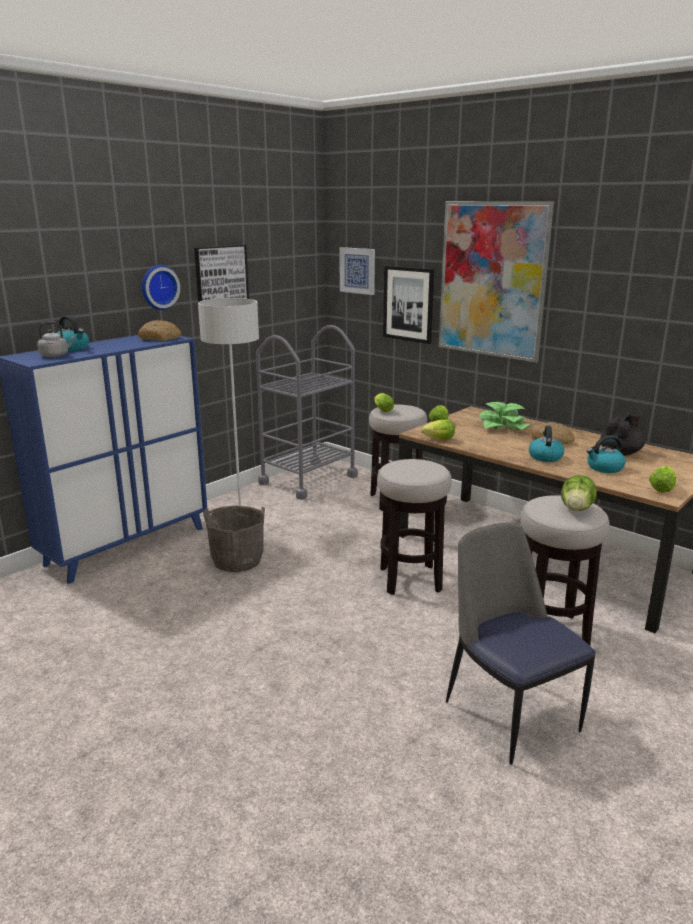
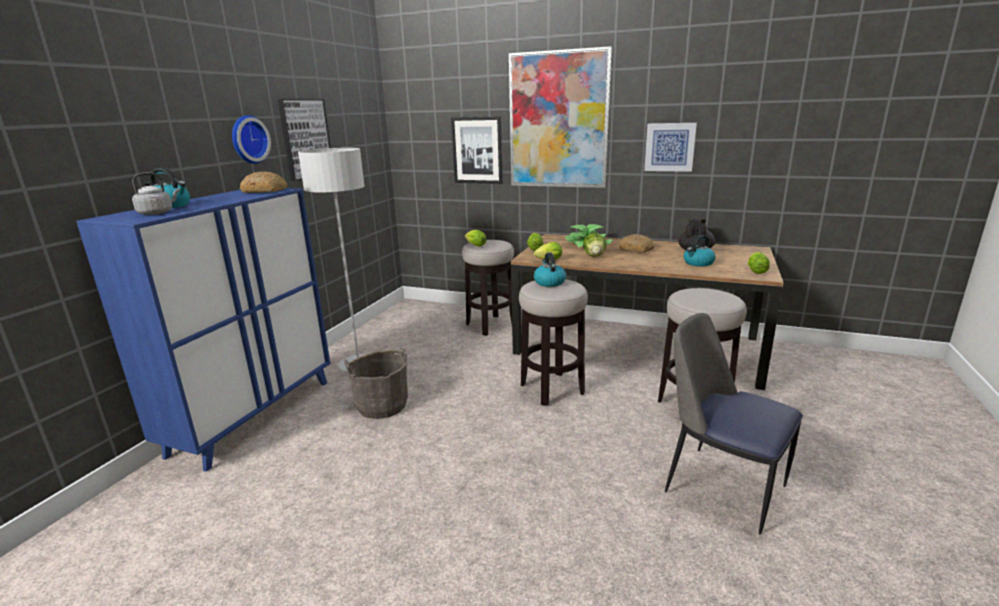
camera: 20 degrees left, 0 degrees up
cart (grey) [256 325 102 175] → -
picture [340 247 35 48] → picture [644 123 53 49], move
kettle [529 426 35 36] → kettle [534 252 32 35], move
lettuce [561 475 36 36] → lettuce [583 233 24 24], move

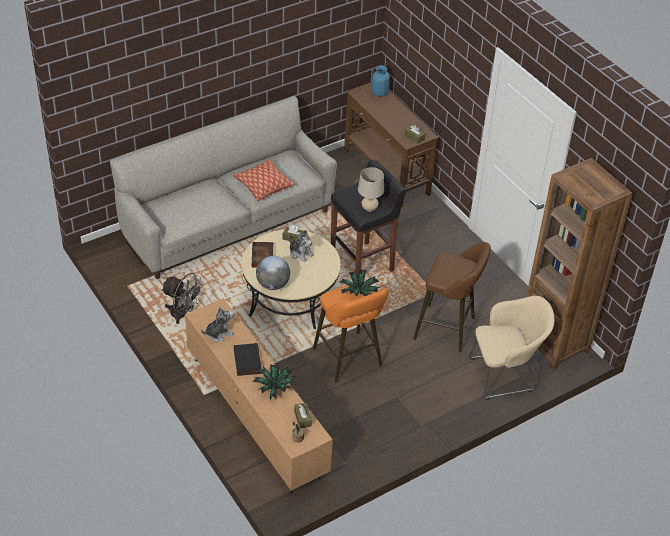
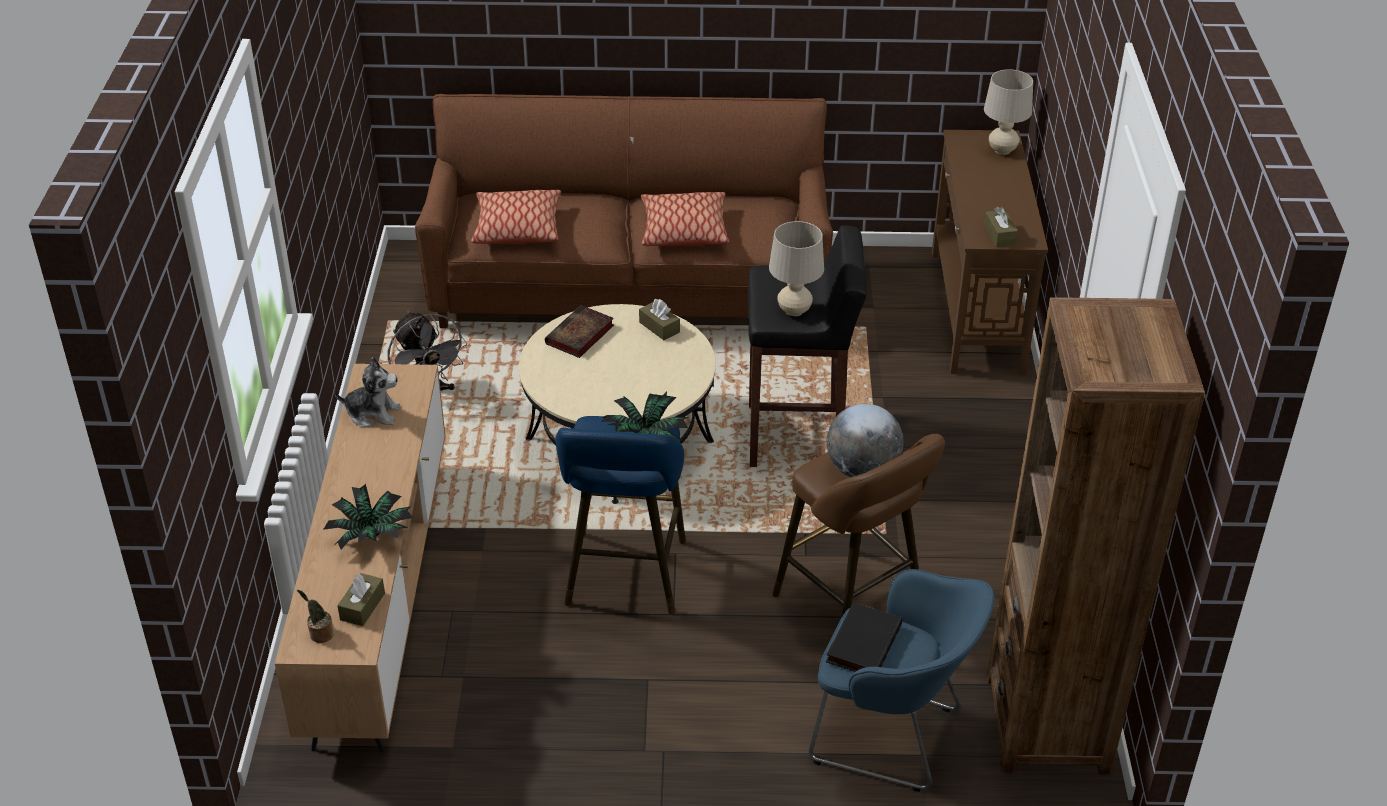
camera: 35 degrees right, 5 degrees down
sofa (grey) [110 96 227 183] → sofa (brown) [415 94 418 234]
book (black) [234 343 28 33] → book (black) [826 602 76 70], move
globe [256 256 34 34] → globe [827 404 77 73], move
plush toy [288 230 26 32] → -
stool (orange) [313 285 75 98] → stool (blue) [555 416 131 198]
vase (blue) [372 65 18 32] → table lamp (beige) [984 69 49 86]
armchair (beige) [469 296 86 104] → armchair (blue) [809 569 185 223]
- → pillow [471 190 90 54]

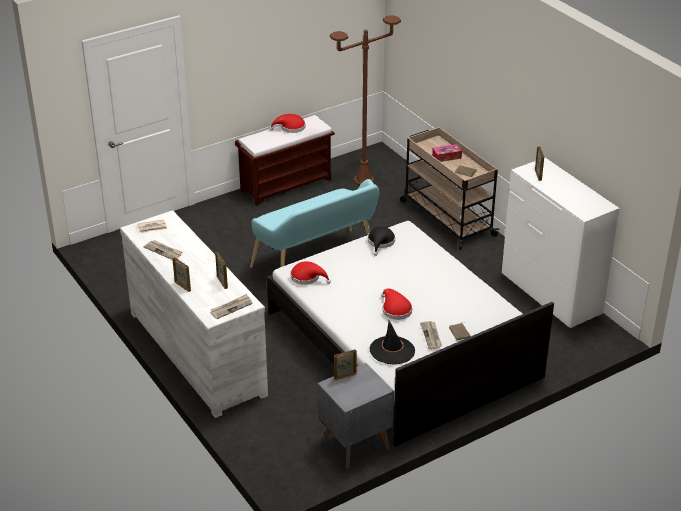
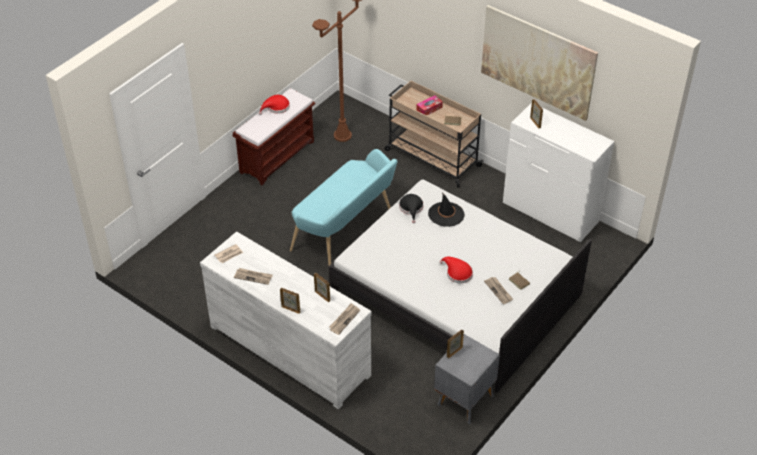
camera: 20 degrees left, 10 degrees up
hat (red) [291 261 40 24] → -
hat (black) [370 320 45 44] → hat (black) [428 192 37 35], move
- → picture [481 5 117 116]

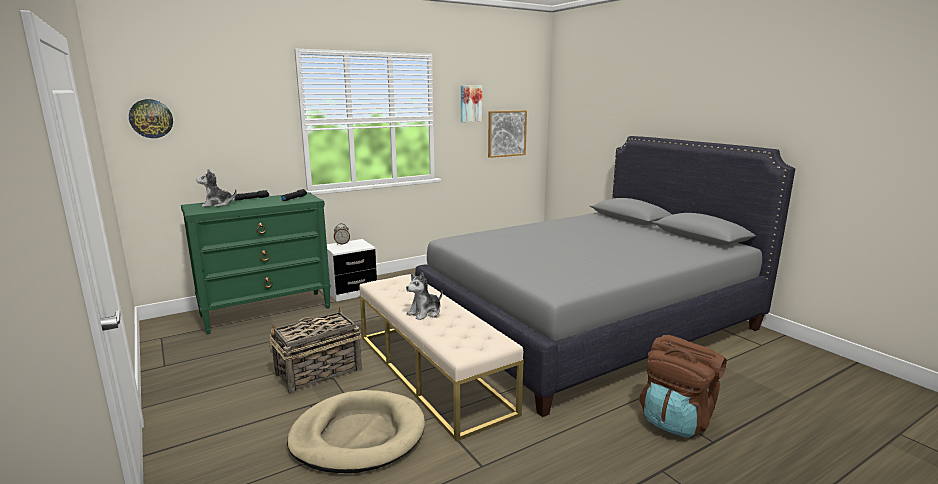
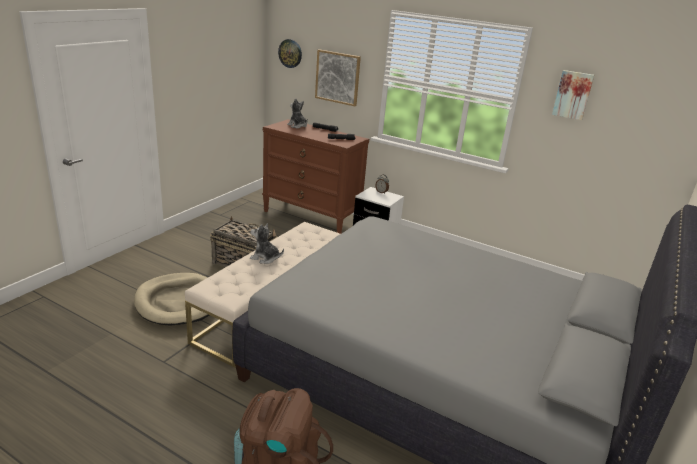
camera: 60 degrees right, 10 degrees up
dresser (green) [181 192 150 143] → dresser (brown) [262 119 107 115]
picture [488 110 39 48] → picture [315 49 46 57], move

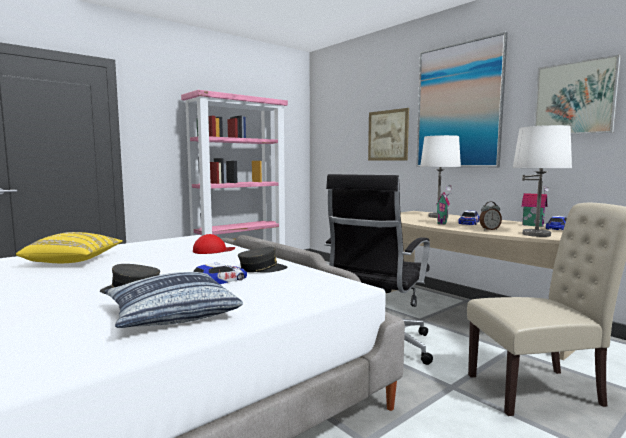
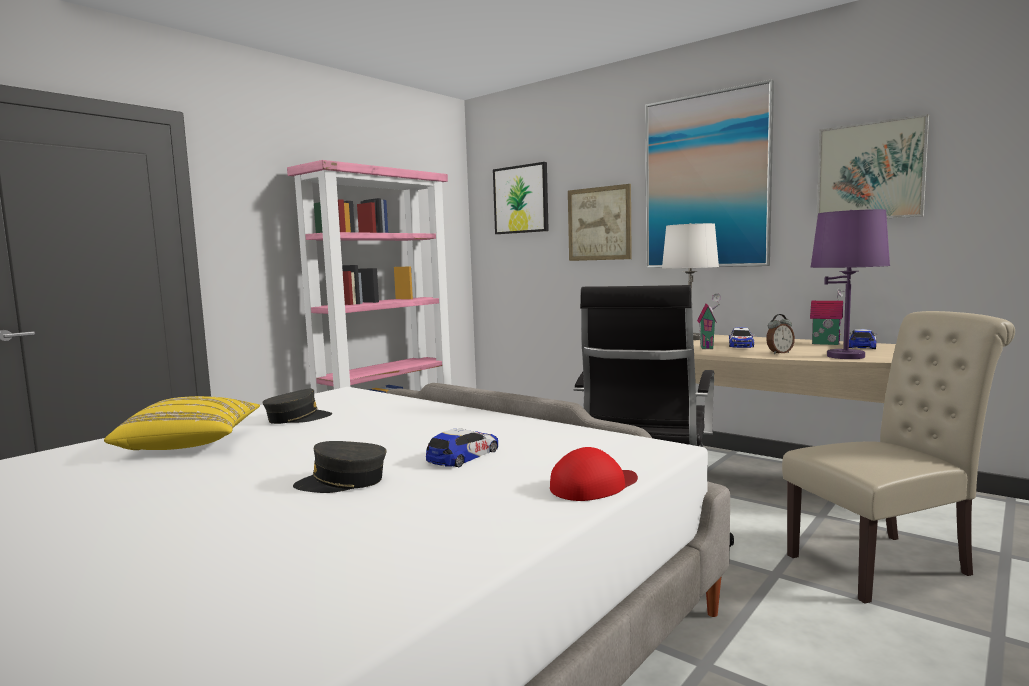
camera: 10 degrees left, 0 degrees up
pillow [105 272 138 56] → -
cap (red) [193 234 42 20] → cap (red) [550 447 88 54], move
cap (grey) [238 247 50 26] → cap (grey) [263 389 69 35], move
table lamp (white) [513 125 59 112] → table lamp (purple) [811 209 79 150]
- → picture [493 162 56 72]

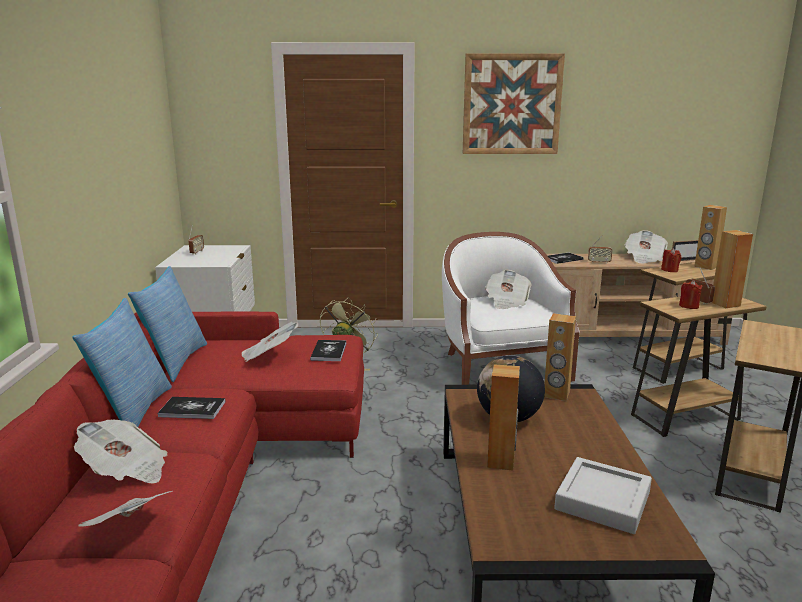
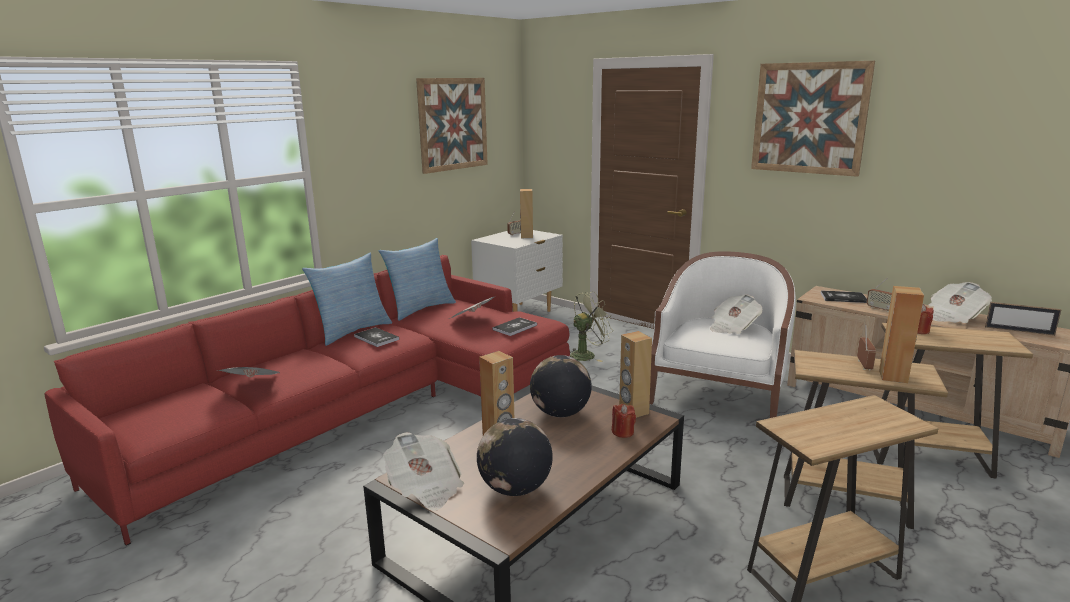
camera: 40 degrees right, 0 degrees up
newspaper [74 420 94 63] → newspaper [383 432 81 79], move
tray (grey) [554 457 98 77] → globe [477 418 76 78]
candle (red) [679 280 24 29] → candle (red) [612 404 24 34], move
speaker (brown) [694 205 33 65] → speaker (brown) [520 189 13 49], move
- → picture [416 78 72 96]

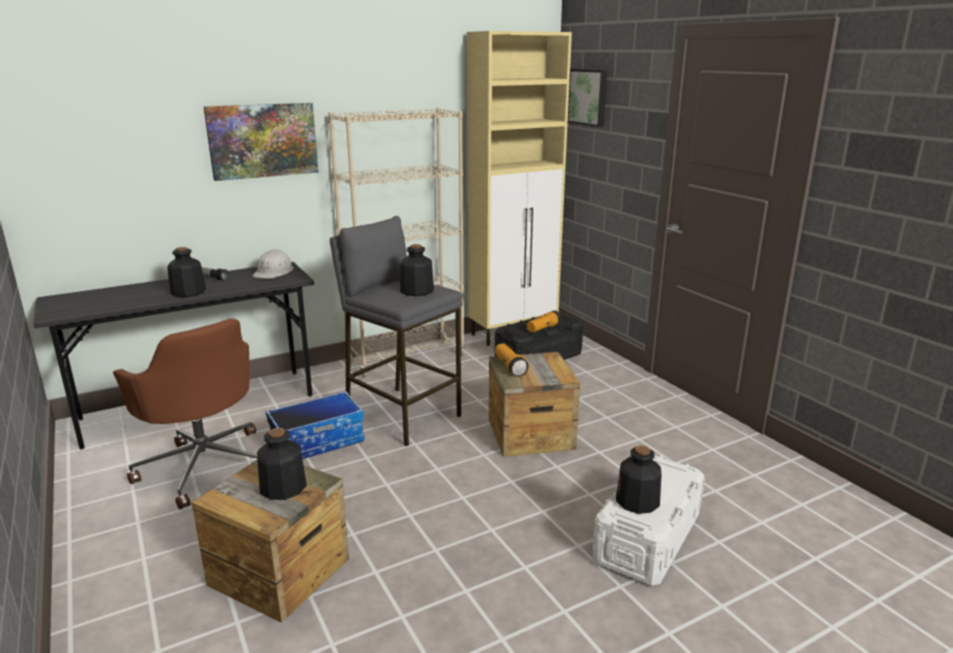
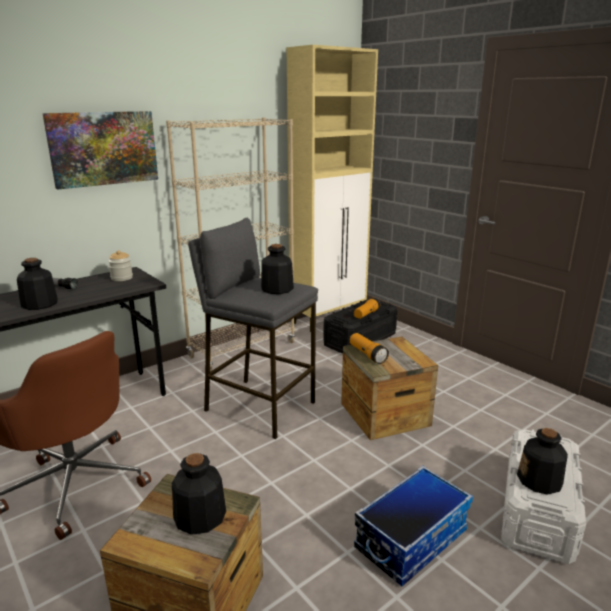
camera: 10 degrees left, 0 degrees up
hard hat (white) [253 249 41 30] → jar [108 250 25 31]
storage box [266 391 99 68] → storage box [354 466 119 120], move
picture [568 69 39 58] → -

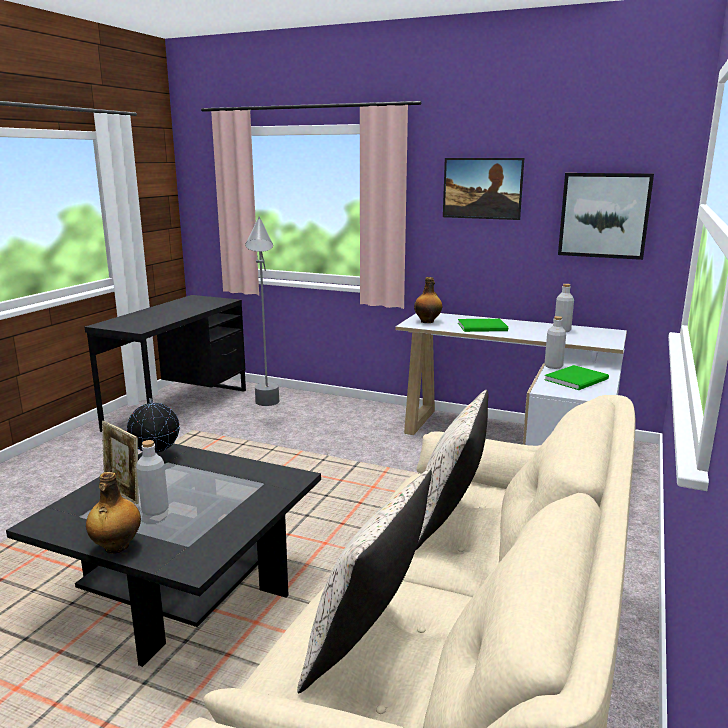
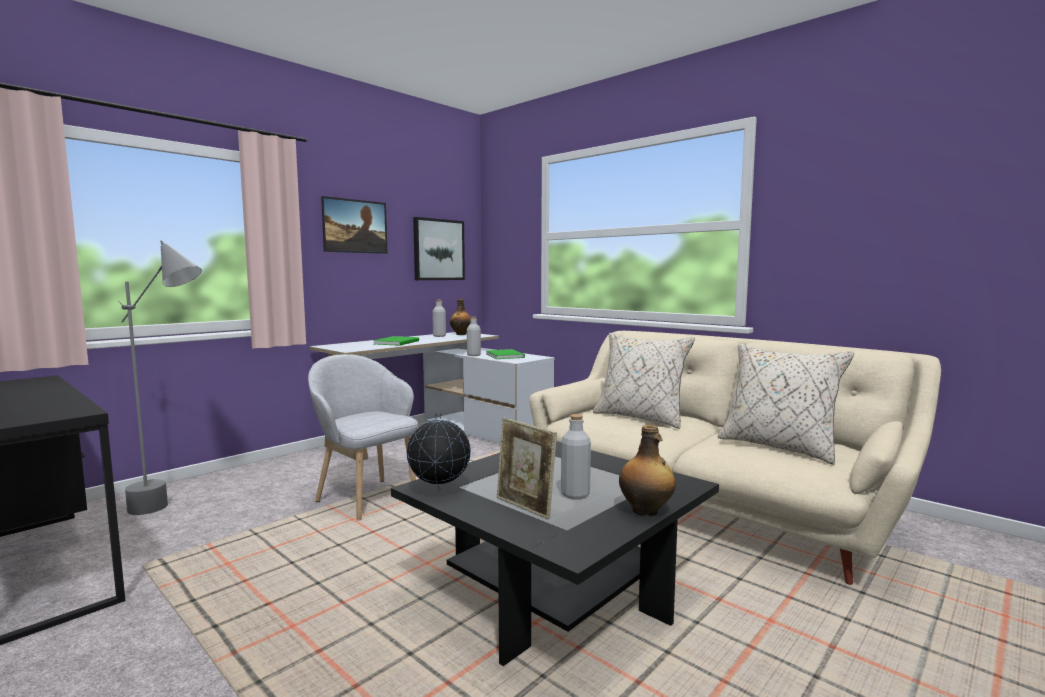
camera: 70 degrees left, 10 degrees down
picture frame [102 421 37 83] → picture frame [497 417 60 102], 75 degrees clockwise
bottle [414 277 28 46] → bottle [450 299 21 36], move
- → armchair (grey) [308 354 110 167]

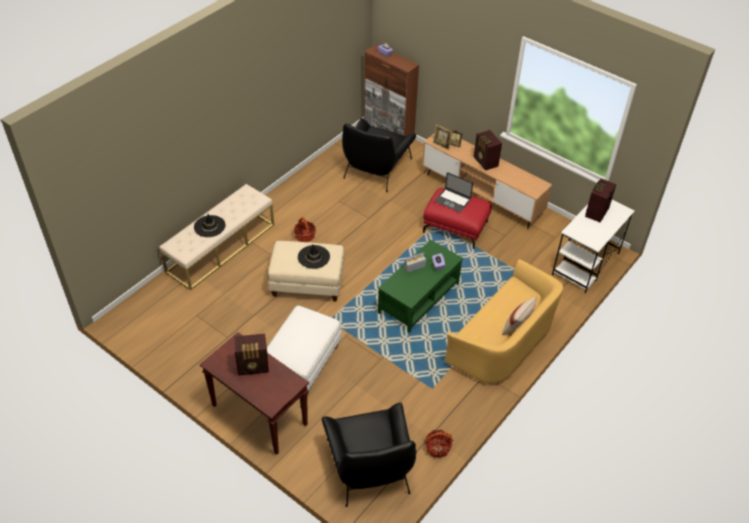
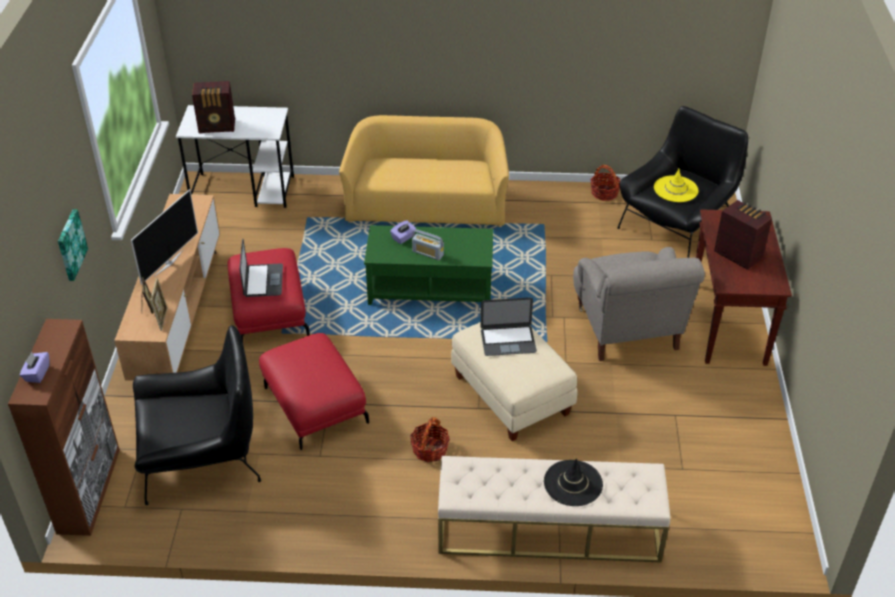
camera: 125 degrees left, 5 degrees down
ottoman (white) [267 306 75 89] → armchair (grey) [573 247 132 114]
hat (black) [298 244 32 25] → laptop [481 297 56 59]
radio [474 130 28 41] → television [131 189 67 96]
pillow (beige) [502 297 35 38] → -
- → picture [58 209 30 72]
- → ottoman (red) [259 333 110 117]
- → hat (yellow) [654 169 45 33]

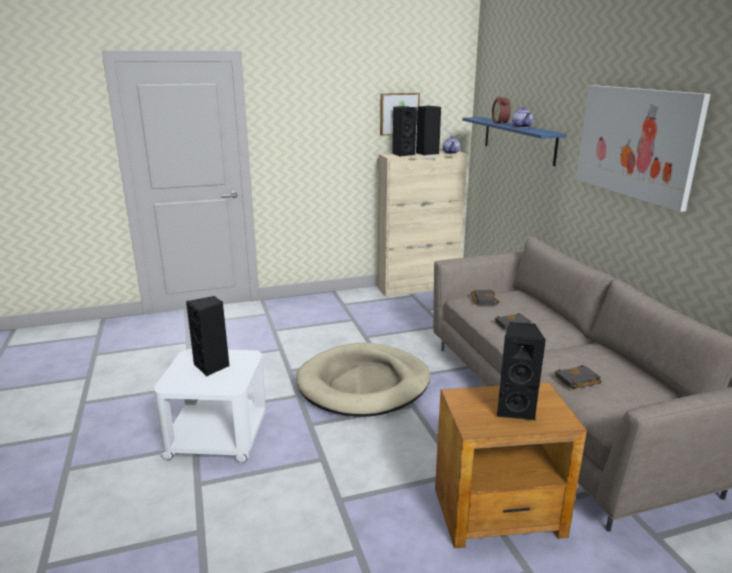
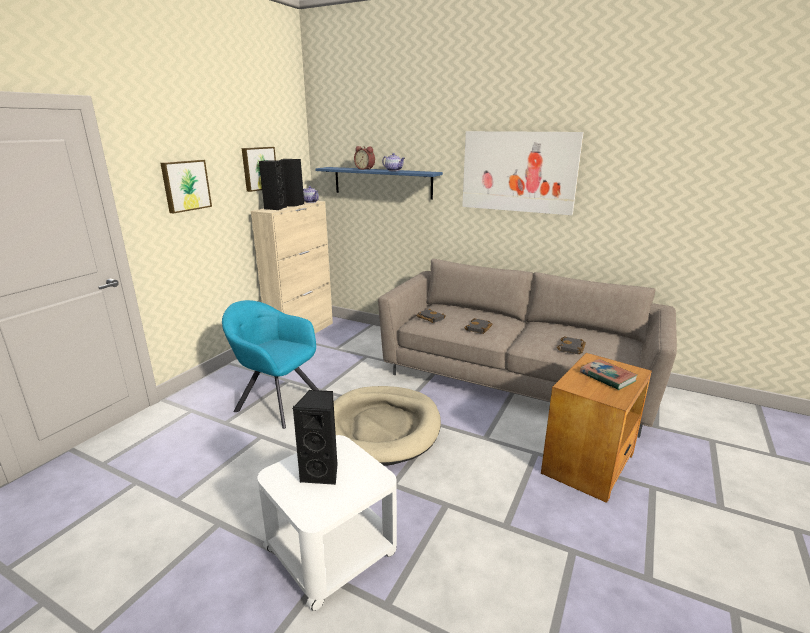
camera: 45 degrees left, 0 degrees up
speaker (black) [497 322 49 98] → book [580 359 57 31]
- → picture [160 160 52 54]
- → armchair (turquoise) [222 300 98 129]

